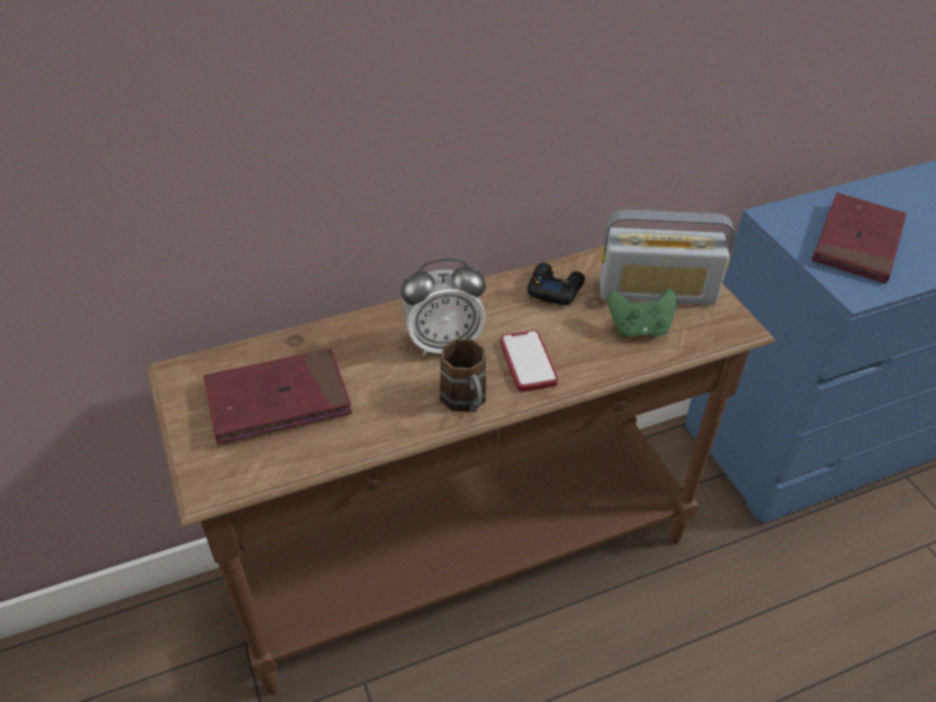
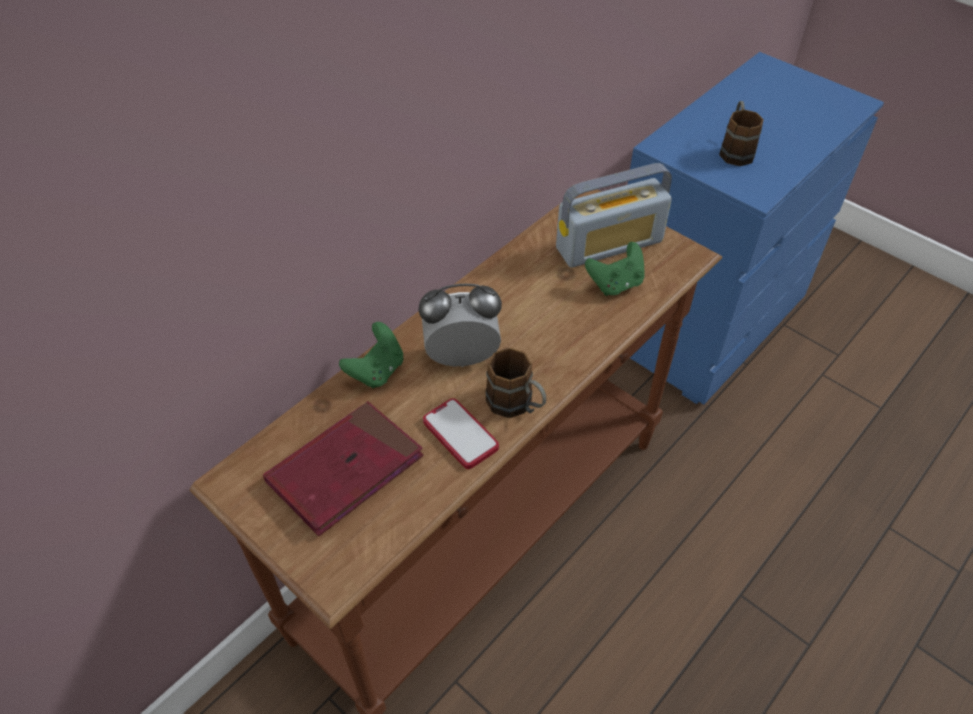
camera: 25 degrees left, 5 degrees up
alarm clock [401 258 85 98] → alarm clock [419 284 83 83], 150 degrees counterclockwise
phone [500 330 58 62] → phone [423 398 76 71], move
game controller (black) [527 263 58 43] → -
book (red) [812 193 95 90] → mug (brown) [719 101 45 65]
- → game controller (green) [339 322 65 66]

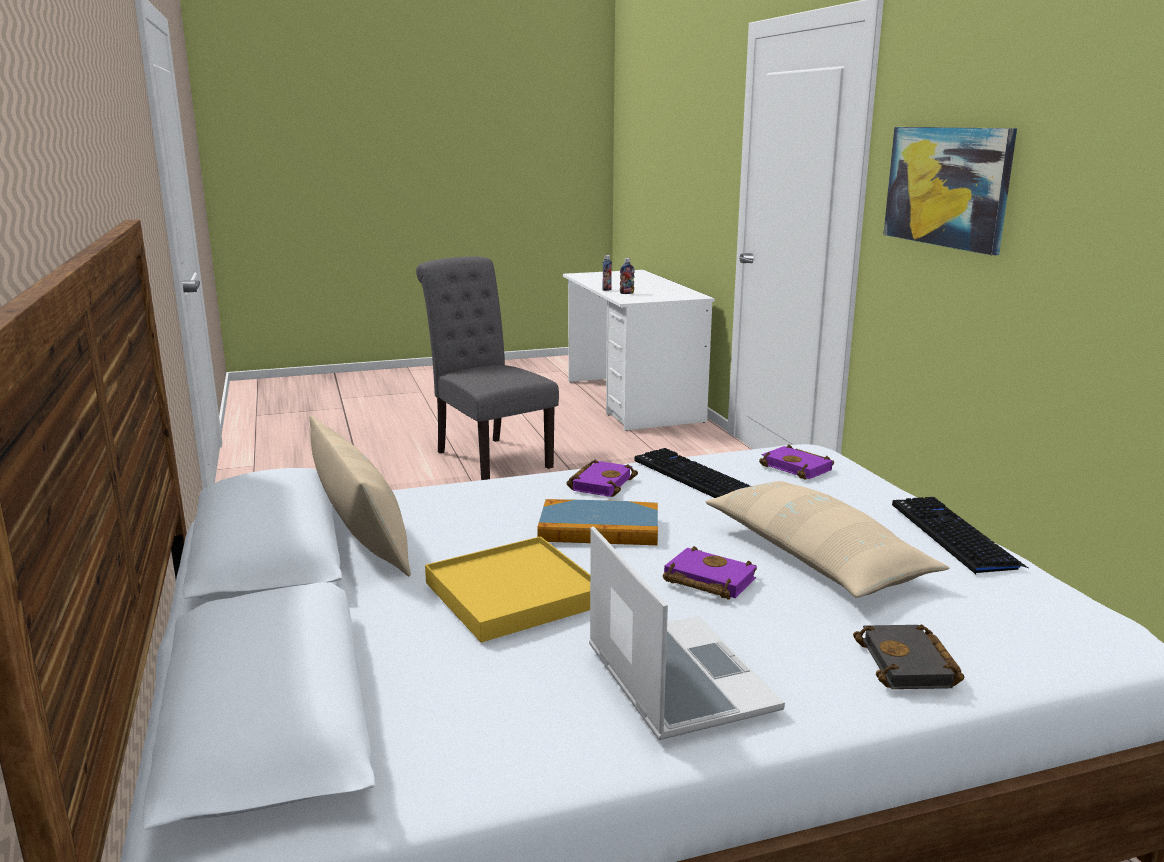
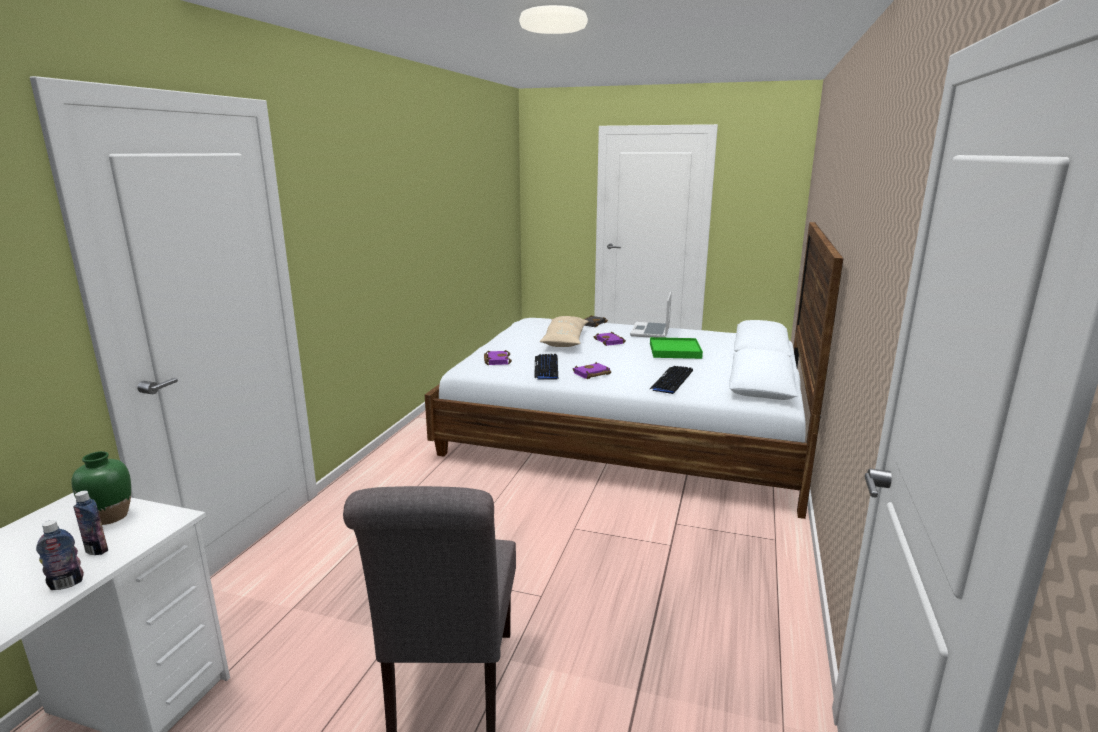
camera: 145 degrees left, 0 degrees up
pillow (beige) [309 415 102 162] → -
tray (yellow) [425 536 165 107] → tray (green) [650 337 53 22]
book [537 499 121 46] → -
picture [883 127 134 128] → -
keyboard [892 497 138 77] → keyboard [650 366 43 28], move
- → vase (green) [72 451 59 74]

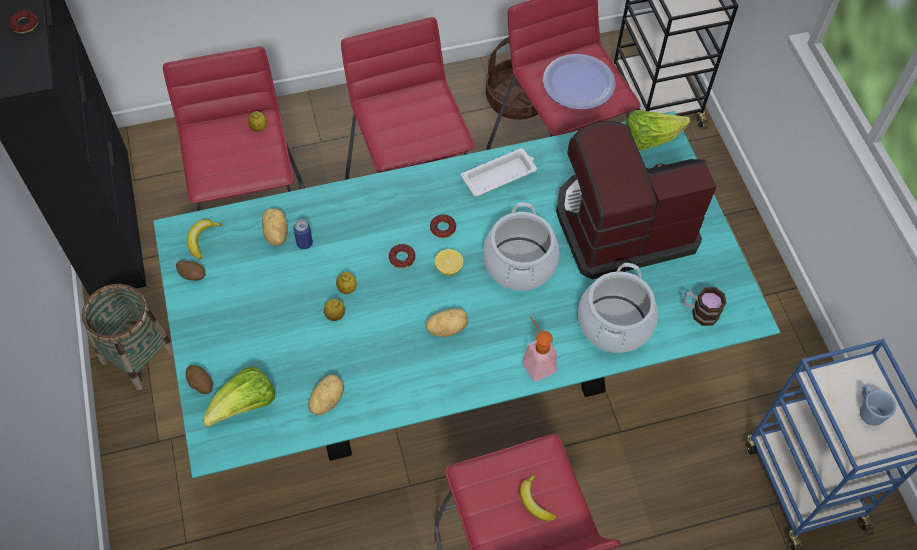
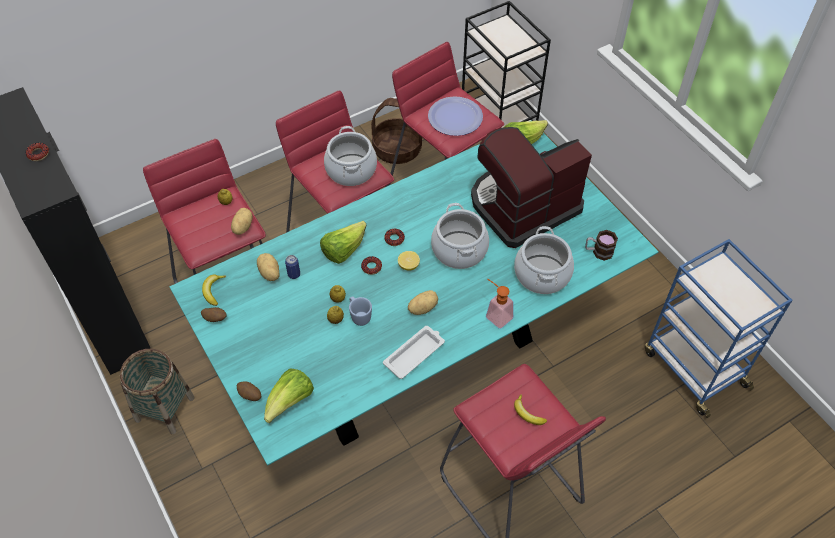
camera: 15 degrees left, 5 degrees down
potato [308 375 36 40] → potato [231 208 22 27], move
tray (white) [461 148 76 49] → tray (white) [383 326 62 53], move
mug (blue) [860 385 36 41] → mug (blue) [349 296 23 30], move
- → lettuce [320 221 46 43]
- → cooking pot [324 126 53 60]

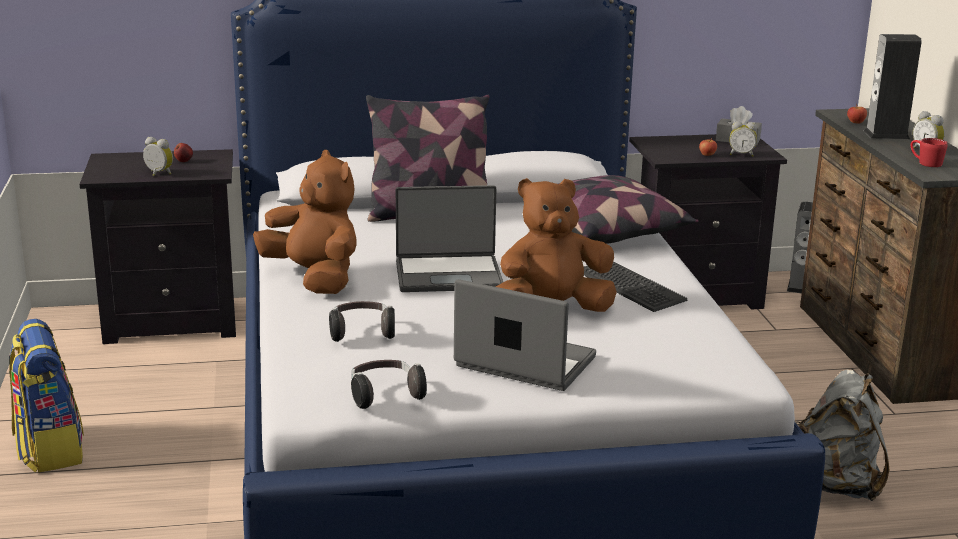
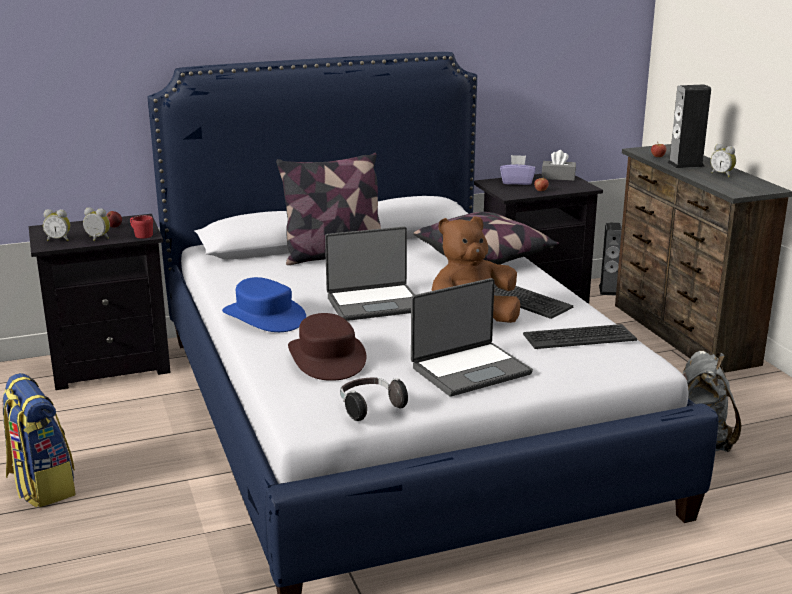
camera: 10 degrees left, 0 degrees up
plush toy (brown) [253 150 104 144] → hat (blue) [222 277 84 55]
headphones [329 301 66 41] → hat (brown) [288 313 78 68]
laptop [454 279 142 112] → laptop [411 278 122 119], 135 degrees clockwise
alarm clock [729 121 28 36] → alarm clock [43 209 27 32], move
mug (red) [911 138 37 29] → mug (red) [130 215 23 24], move
- → tissue box (purple) [500 155 36 30]
- → keyboard [523 324 114 25]

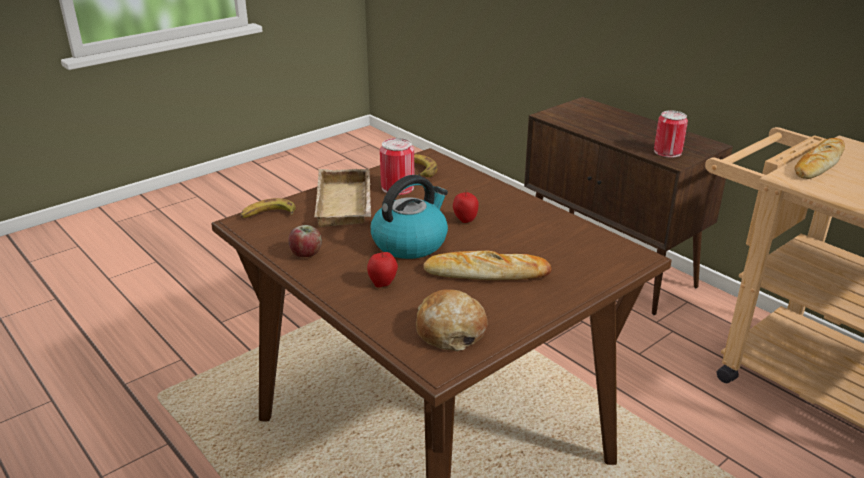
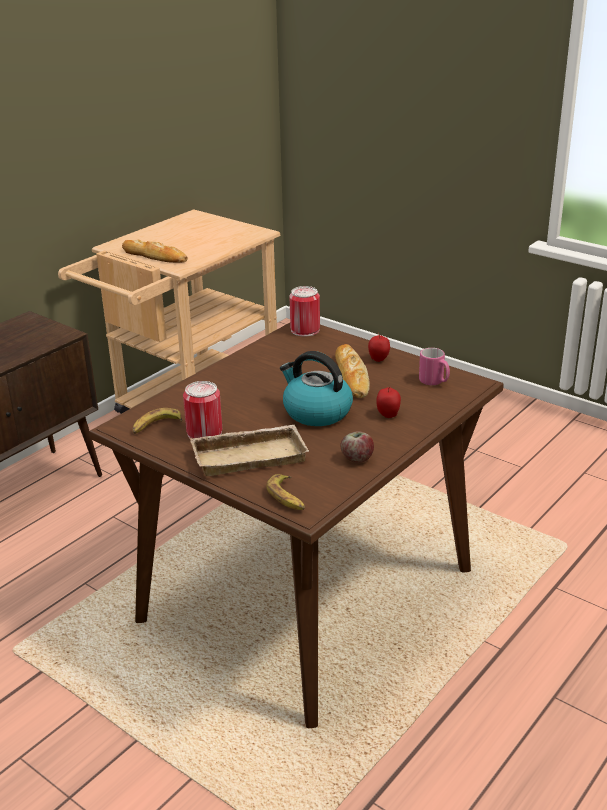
camera: 100 degrees left, 0 degrees up
bread [416 290 72 61] → mug (pink) [419 348 31 37]
apple [453 189 26 34] → apple [368 333 22 29], move
can [654 110 34 48] → can [289 286 31 51], move

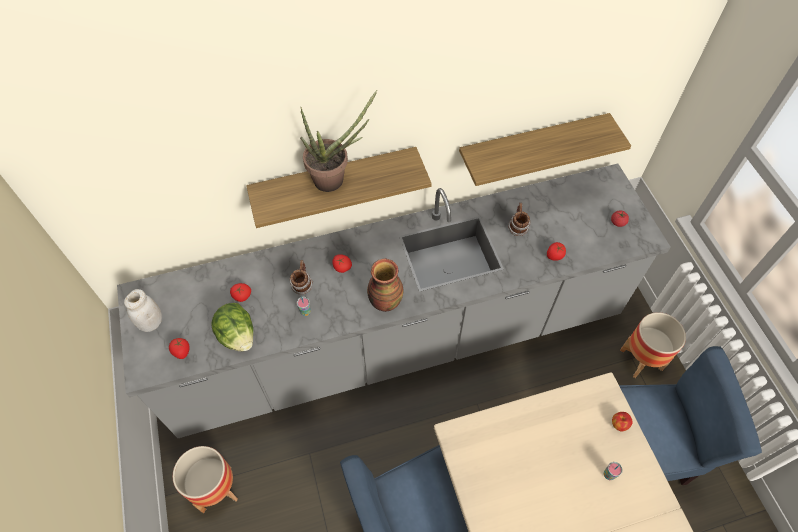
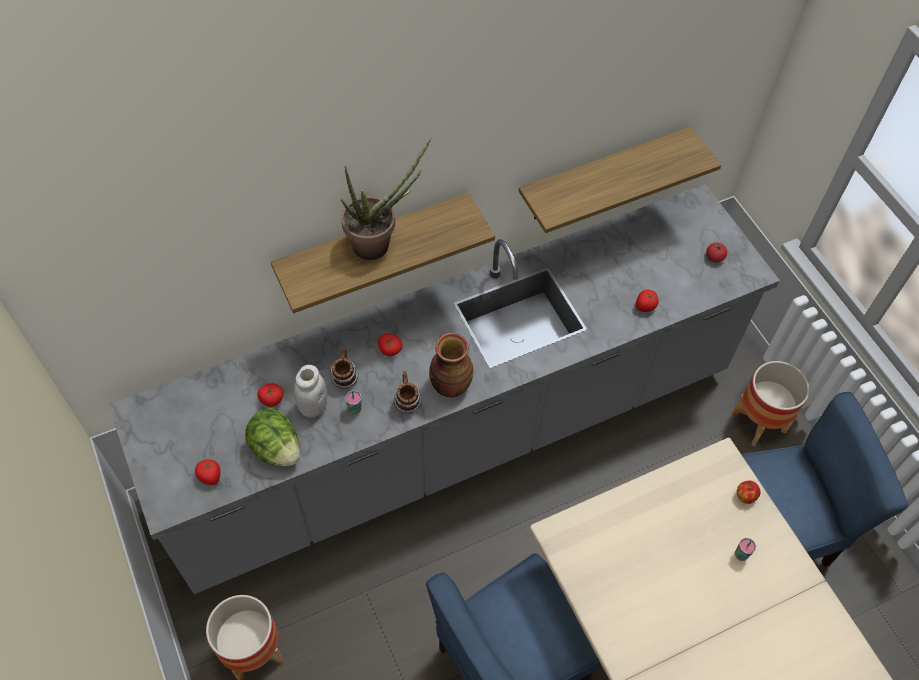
camera: 10 degrees left, 0 degrees up
jar (white) [124 289 38 43] → jar (white) [294 365 33 53], move
mug [508 203 23 33] → mug [393 371 29 43], move

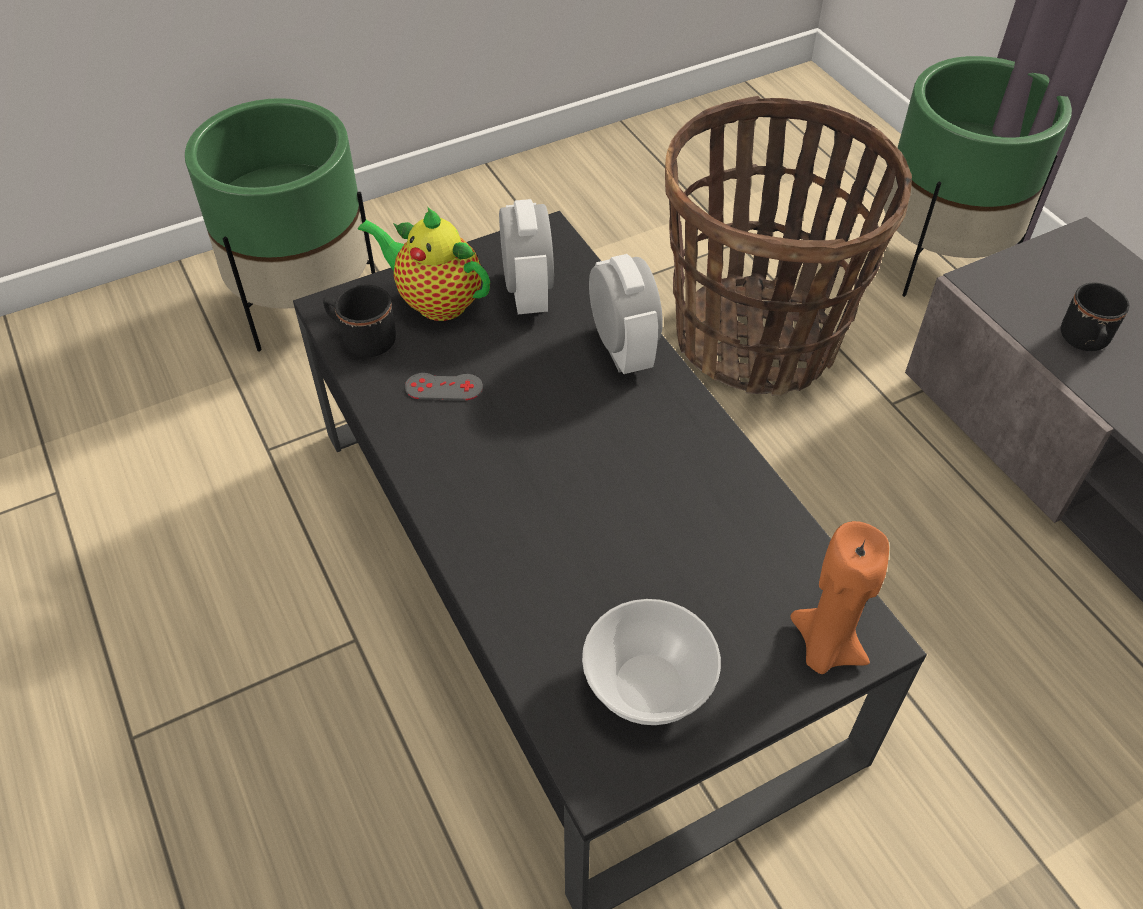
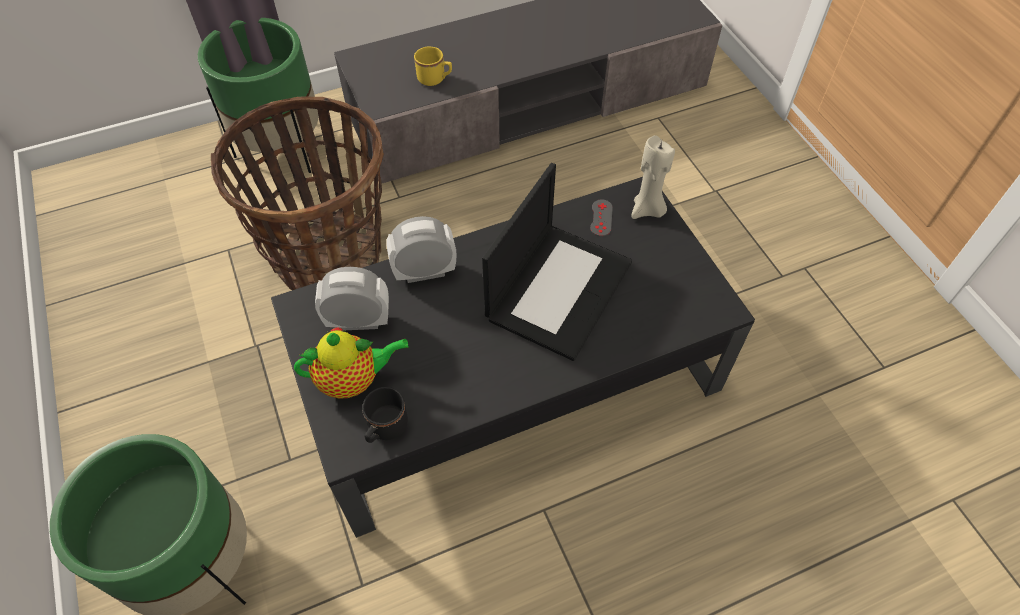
camera: 85 degrees left, 5 degrees up
teapot [358 206 132 115] → teapot [294 328 115 71], 135 degrees counterclockwise
game controller (grey) [405 373 78 27] → game controller (grey) [590 199 23 37], move
bowl [582 599 139 126] → -
candle (orange) [790 521 99 153] → candle (beige) [631 135 44 84]
mug (black) [1061 282 68 69] → mug (yellow) [414 47 38 39]
- → laptop [482 163 150 198]

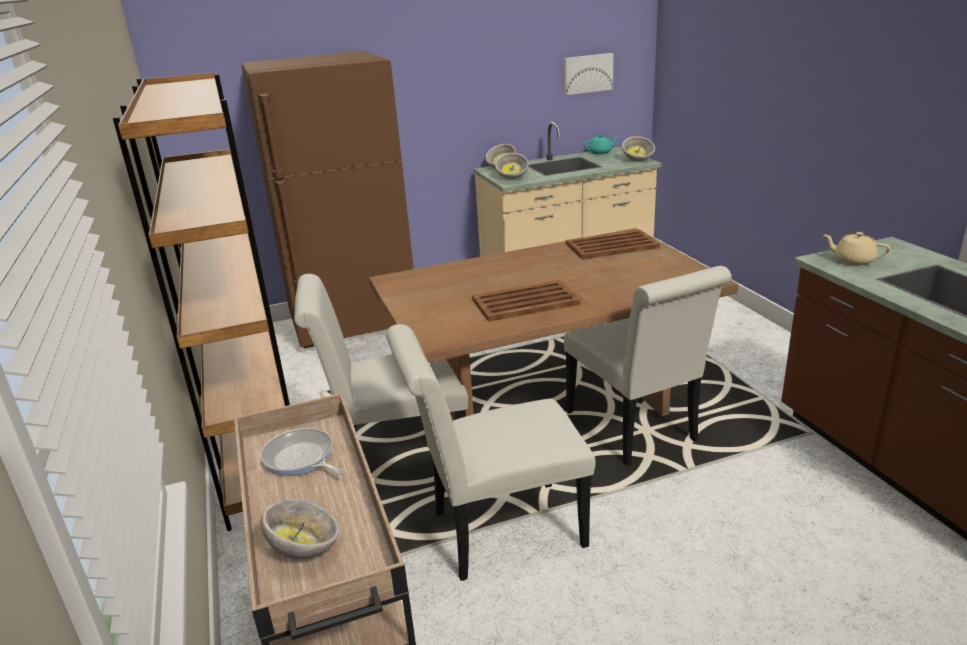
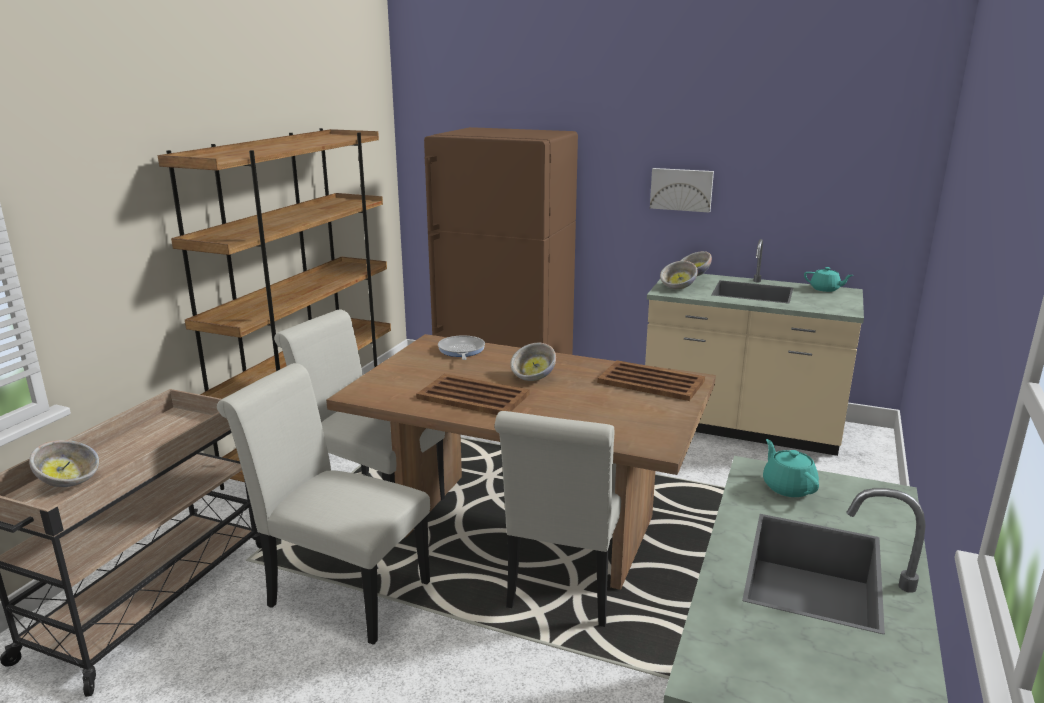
camera: 40 degrees right, 5 degrees down
frying pan [260 428 84 48] → frying pan [438 335 47 25], move
picture [564 53 49 42] → picture [650 168 64 45], move
bowl [622 136 33 25] → bowl [510 343 46 38], move
teapot (beige) [824 232 66 34] → teapot (turquoise) [763 439 56 58]

